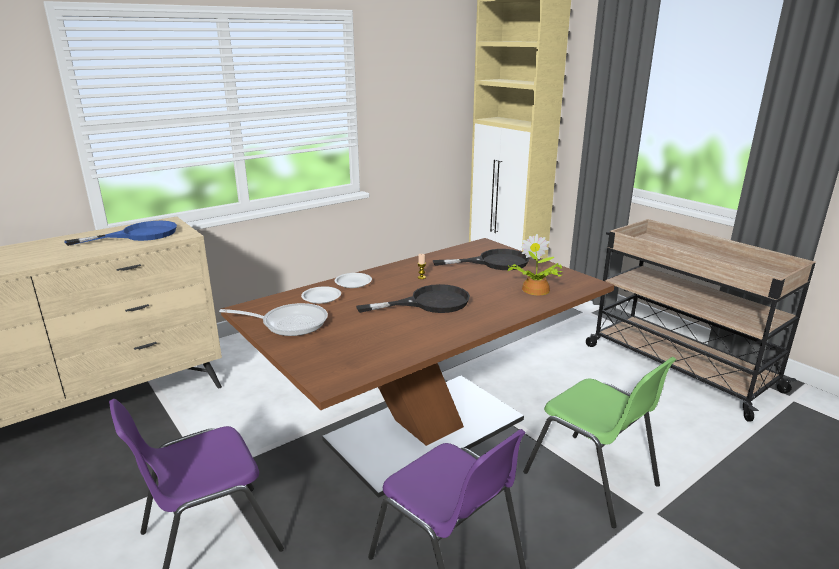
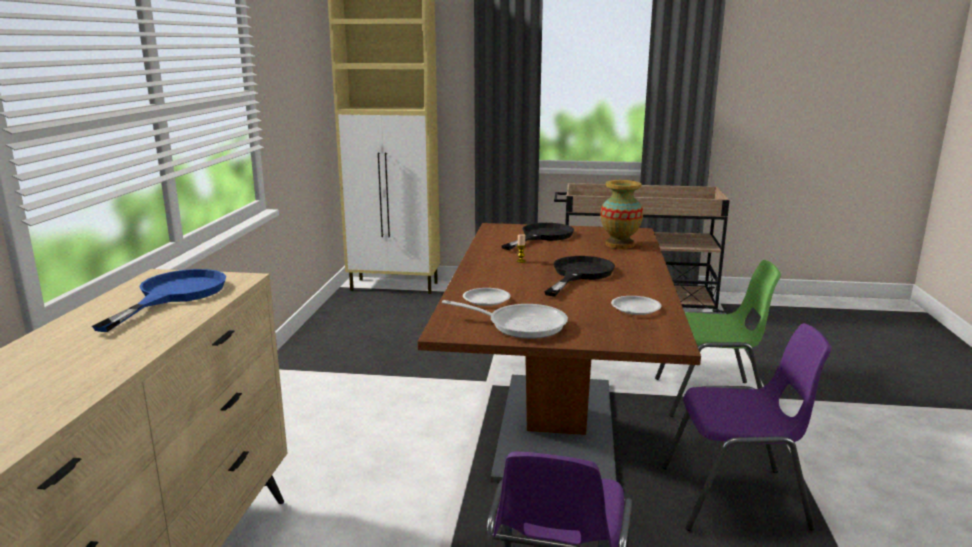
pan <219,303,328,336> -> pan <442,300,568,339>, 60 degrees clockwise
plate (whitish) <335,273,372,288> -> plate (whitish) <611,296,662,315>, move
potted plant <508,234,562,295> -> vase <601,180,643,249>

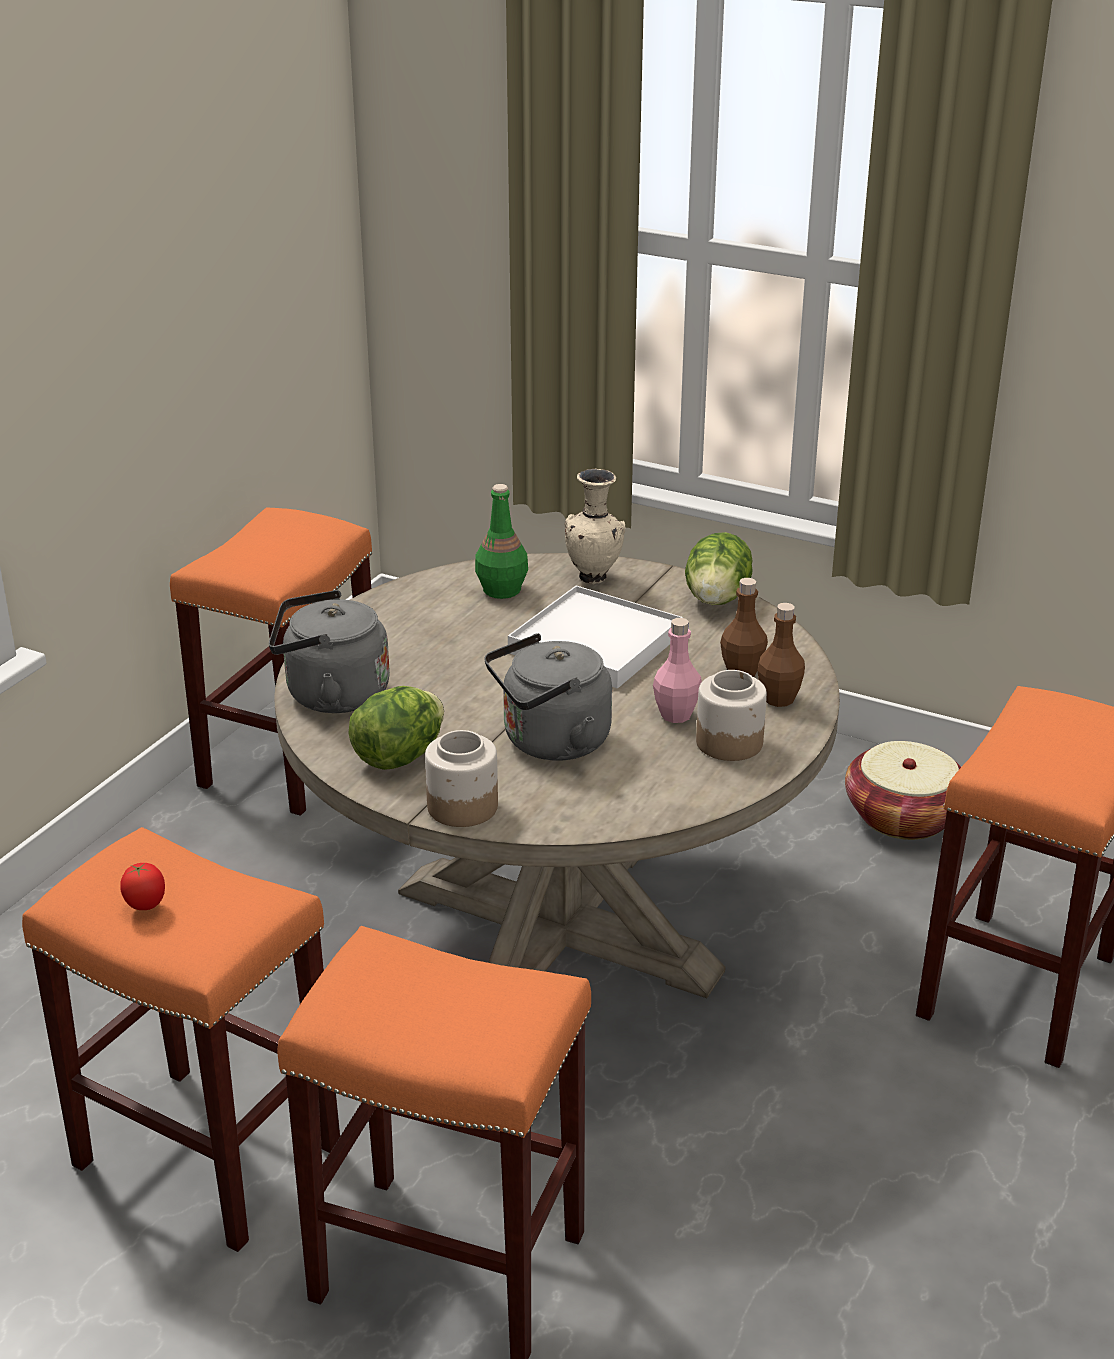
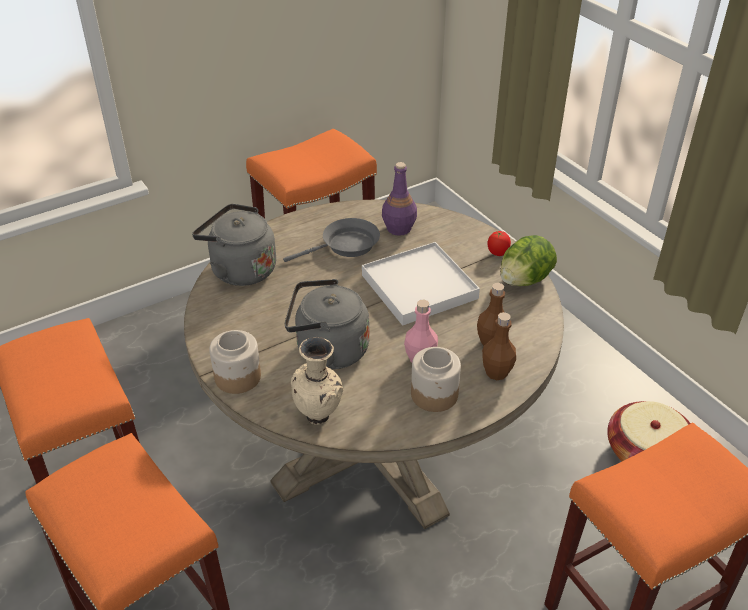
tomato <120,863,165,910> -> tomato <488,231,511,256>, move
lettuce <348,686,444,770> -> none
beverage bottle (green-coloured) <475,484,528,599> -> beverage bottle (purple-coloured) <382,162,417,236>
vase (beige-coloured) <564,469,625,585> -> vase (beige-coloured) <291,337,344,425>, move
none -> pan (greyish) <283,218,380,262>

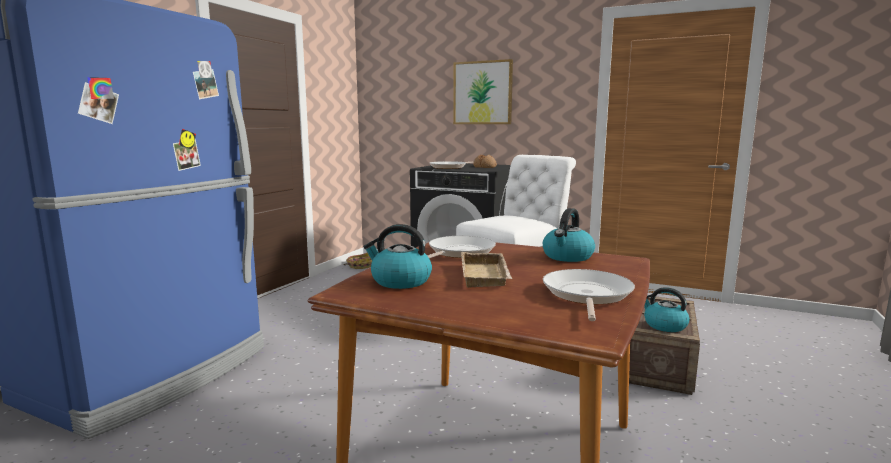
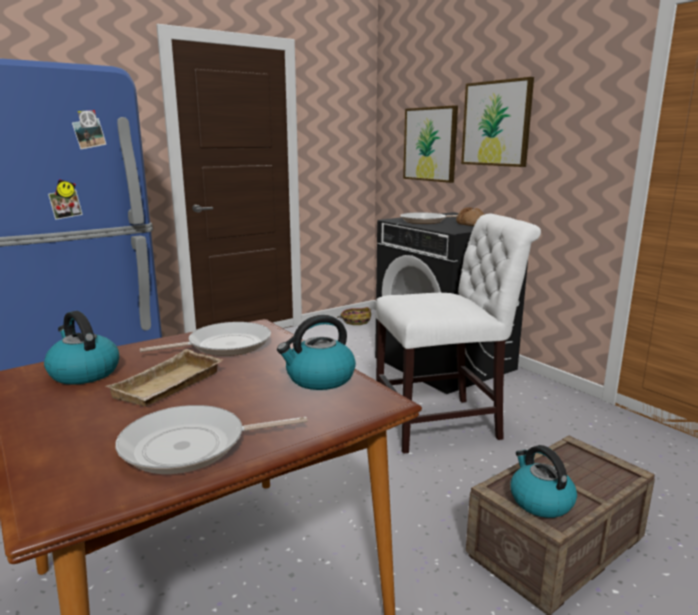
pan <543,269,635,321> -> pan <115,405,307,474>, 150 degrees counterclockwise
none -> picture <403,105,458,183>

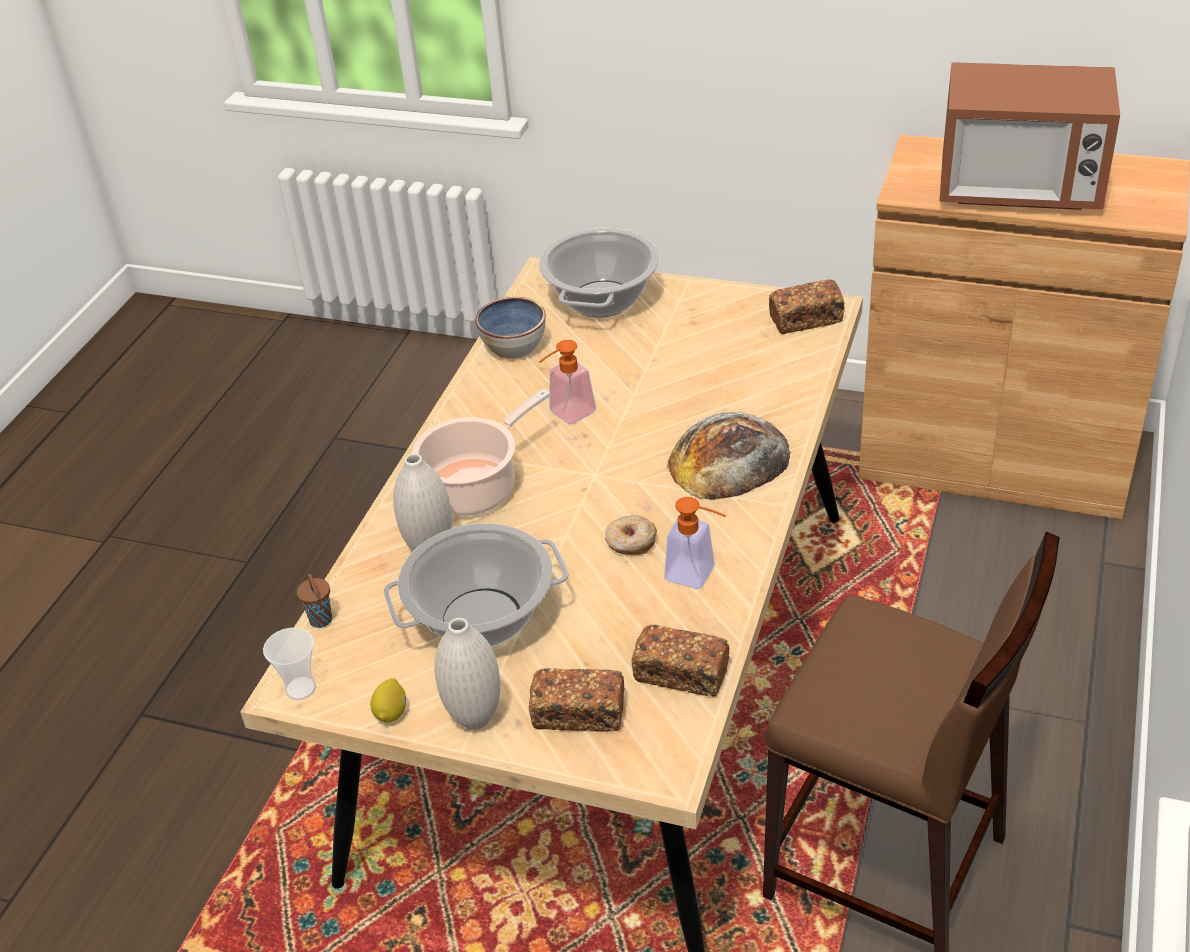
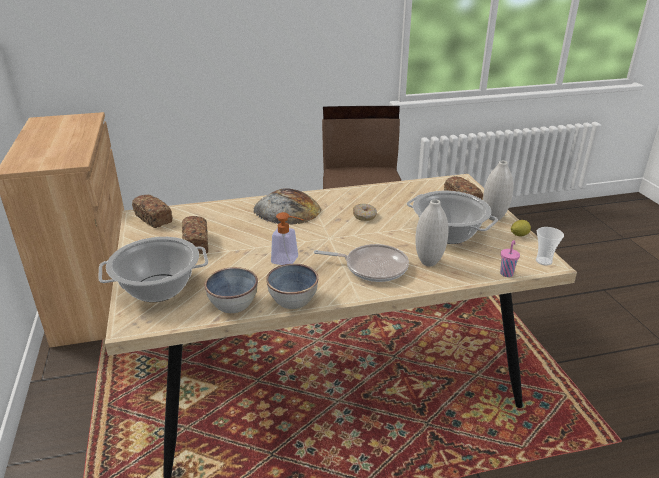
drinking cup (brownish) <296,574,332,628> -> drinking cup (pink-coloured) <500,240,520,277>
cooking pot <412,389,550,516> -> pan <314,244,409,282>
bread <632,625,729,697> -> bread <182,216,208,254>, move
soap dispenser <664,497,726,589> -> none
microwave oven <939,62,1120,210> -> none
none -> deep dish <266,264,319,309>

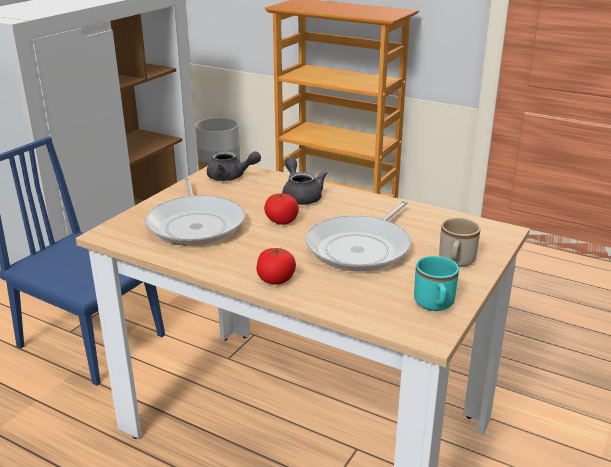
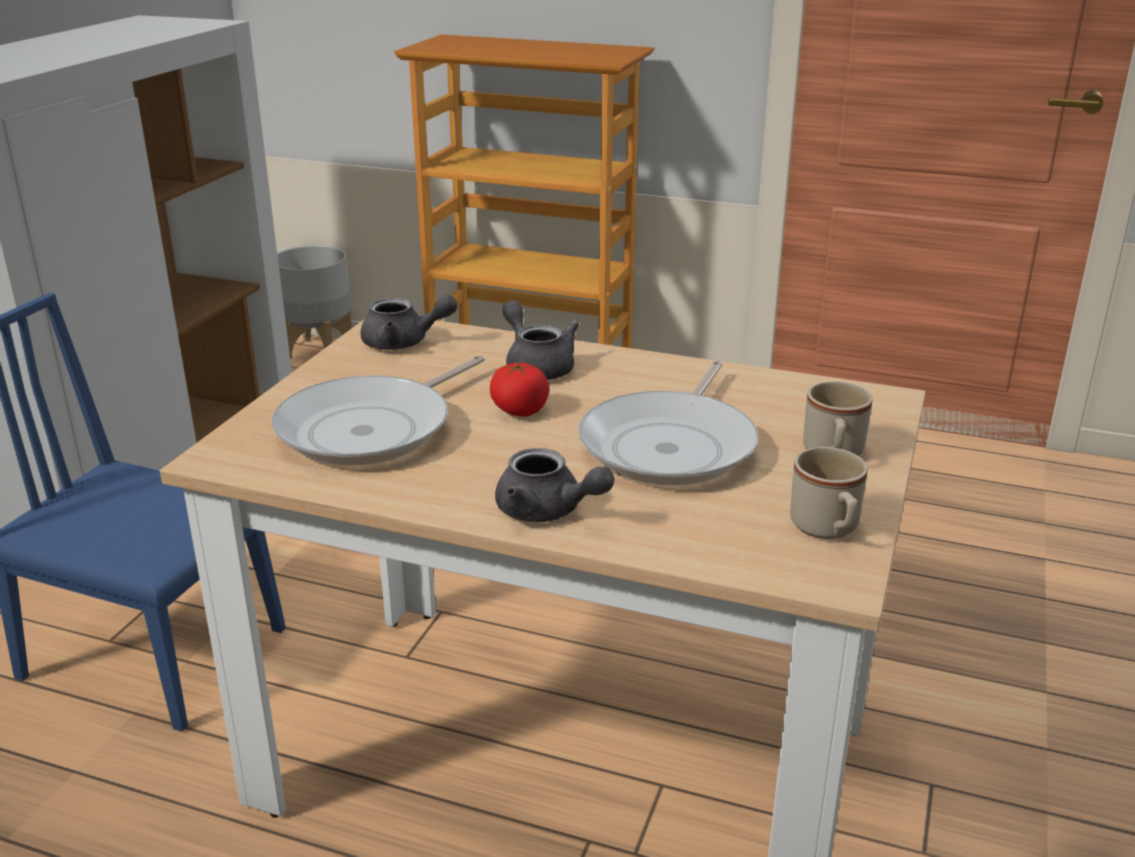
pan <145,178,245,246> -> pan <272,355,485,466>, 60 degrees clockwise
tomato <257,248,296,284> -> teapot (greyish) <495,448,614,522>
mug (turquoise) <414,256,459,311> -> mug (beige-coloured) <790,447,868,539>

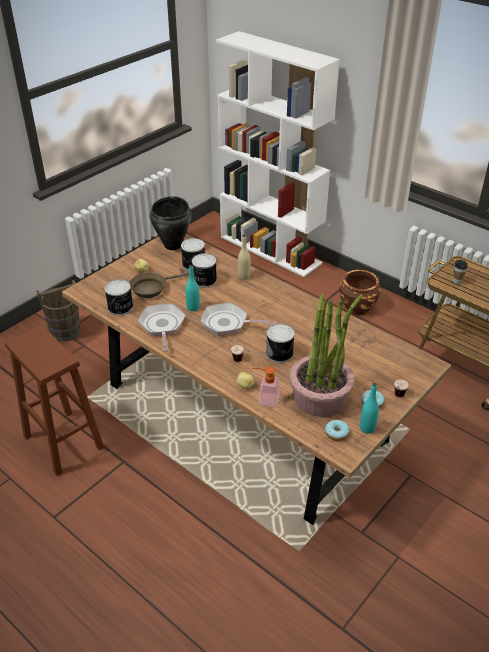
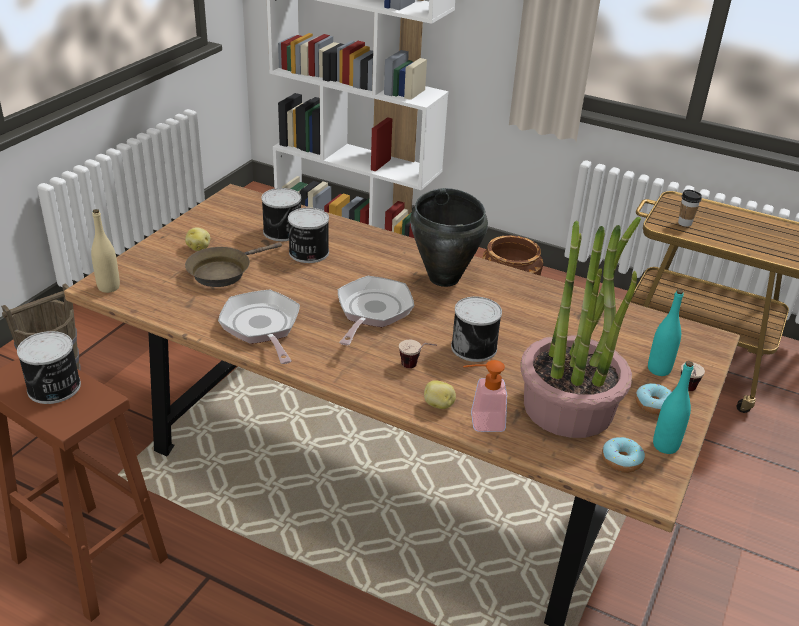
sealed can <105,279,133,315> -> sealed can <17,331,81,404>, move
cooking pot (black) <150,196,192,250> -> cooking pot (black) <410,188,488,287>, move
beverage bottle (turquoise) <185,265,200,311> -> beverage bottle (turquoise) <648,289,683,376>, move
pan <200,303,277,336> -> pan <338,276,414,345>, 105 degrees clockwise
beverage bottle (beige-coloured) <238,235,251,280> -> beverage bottle (beige-coloured) <91,209,120,293>, move

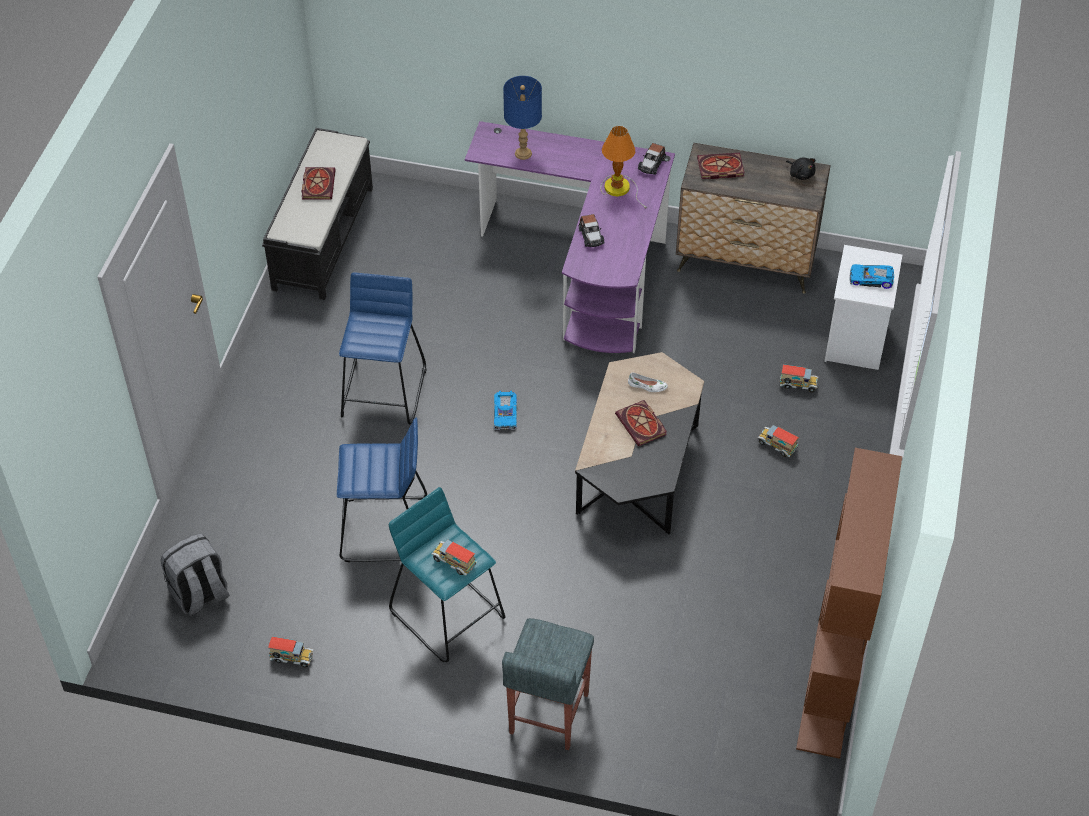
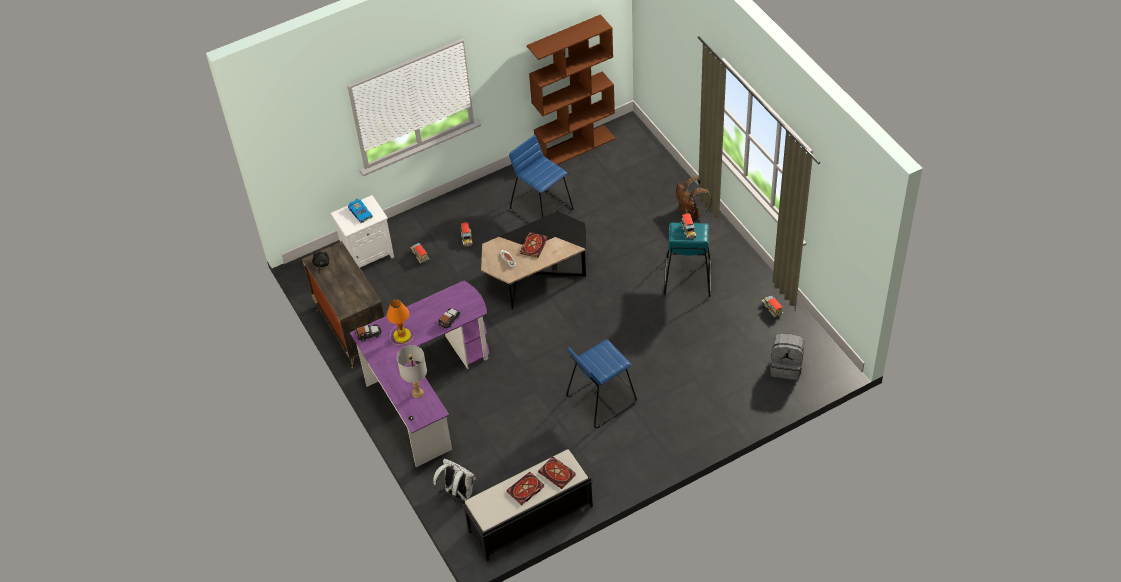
sitting stool (bluish) <337,417,427,562> -> sitting stool (bluish) <509,135,574,224>, move
toy car <494,390,517,431> -> none
sitting stool (greyish) <502,618,594,750> -> rucksack (brownish) <676,177,712,220>
table lamp (bluish) <503,76,542,160> -> table lamp (greyish) <397,345,427,398>
book <697,153,745,179> -> book <538,457,576,489>, move
none -> rucksack (whitish) <433,459,476,503>

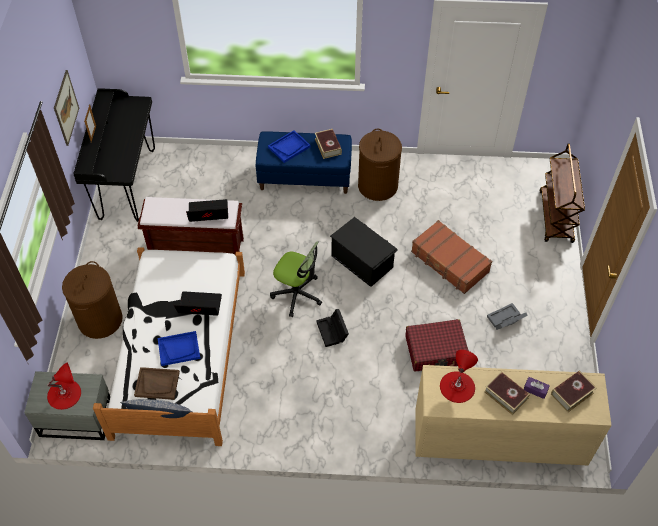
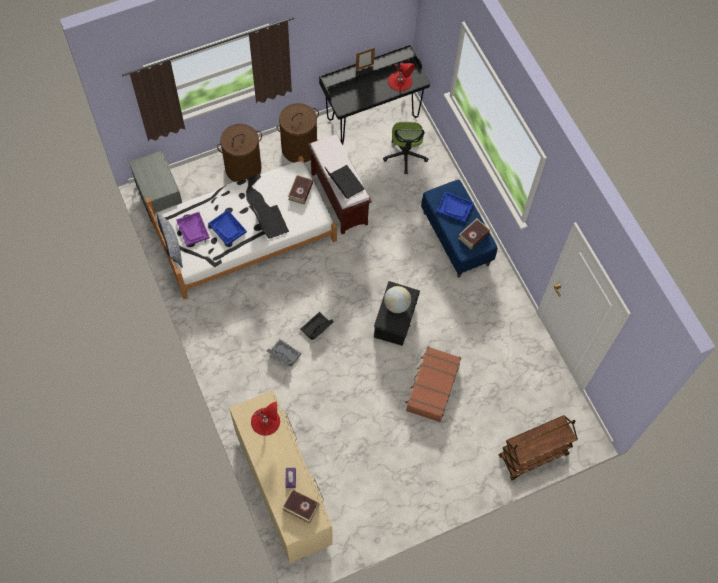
table lamp (red) <47,363,81,410> -> table lamp (red) <388,63,415,91>, move
picture <54,70,79,146> -> none
serving tray (brownish) <134,367,180,400> -> serving tray (purple-coloured) <176,212,210,246>
computer chair <270,241,322,317> -> computer chair <383,122,428,174>, move
washing basket (brownish) <358,128,402,201> -> washing basket (brownish) <277,103,319,163>, move
piece of luggage (red) <405,319,469,372> -> none
book <484,372,530,415> -> book <288,175,313,204>, move
storage box (greyish) <487,303,528,330> -> storage box (greyish) <267,339,301,366>, move
none -> world globe <384,286,411,313>

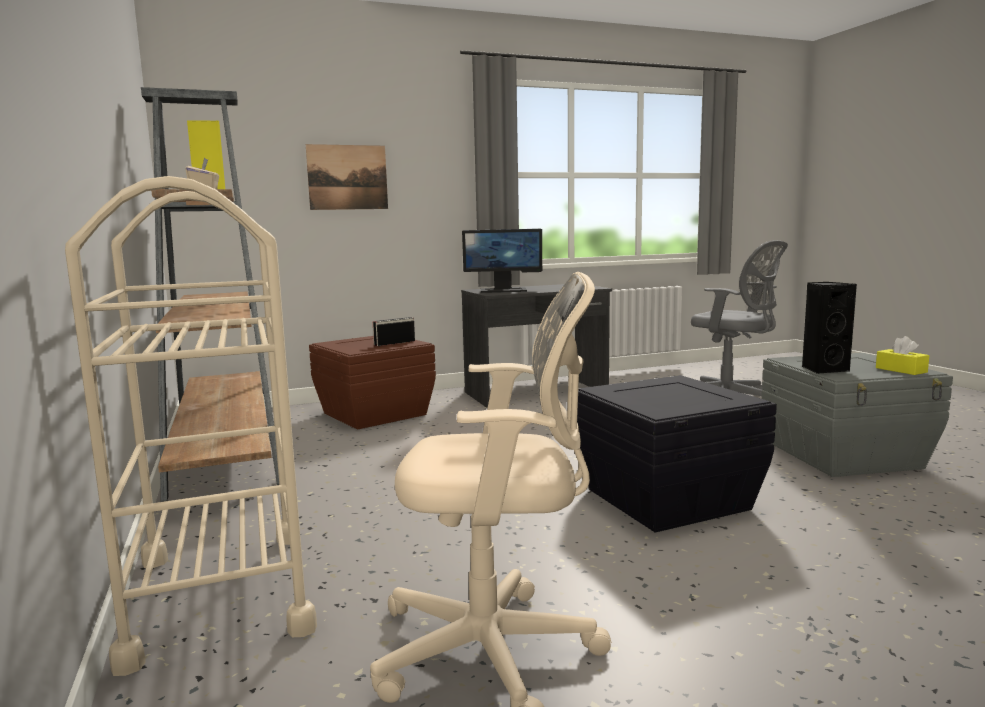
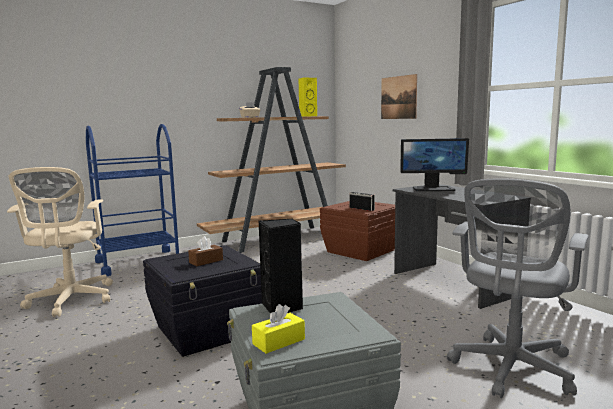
cart (beige-coloured) <65,176,317,676> -> cart (bluish) <86,124,179,276>
monitor <462,229,542,293> -> monitor <400,138,469,191>, 75 degrees counterclockwise
none -> tissue box (brownish) <188,236,223,266>

